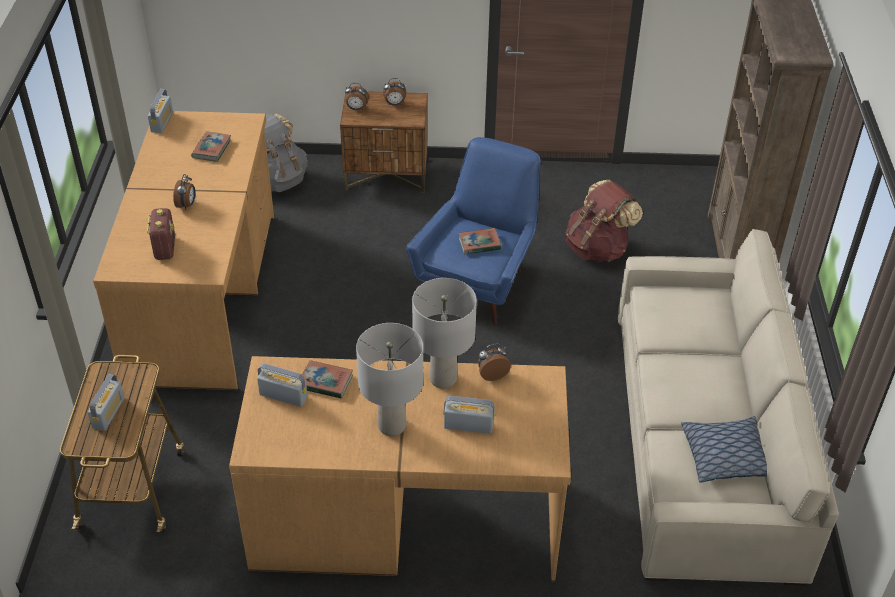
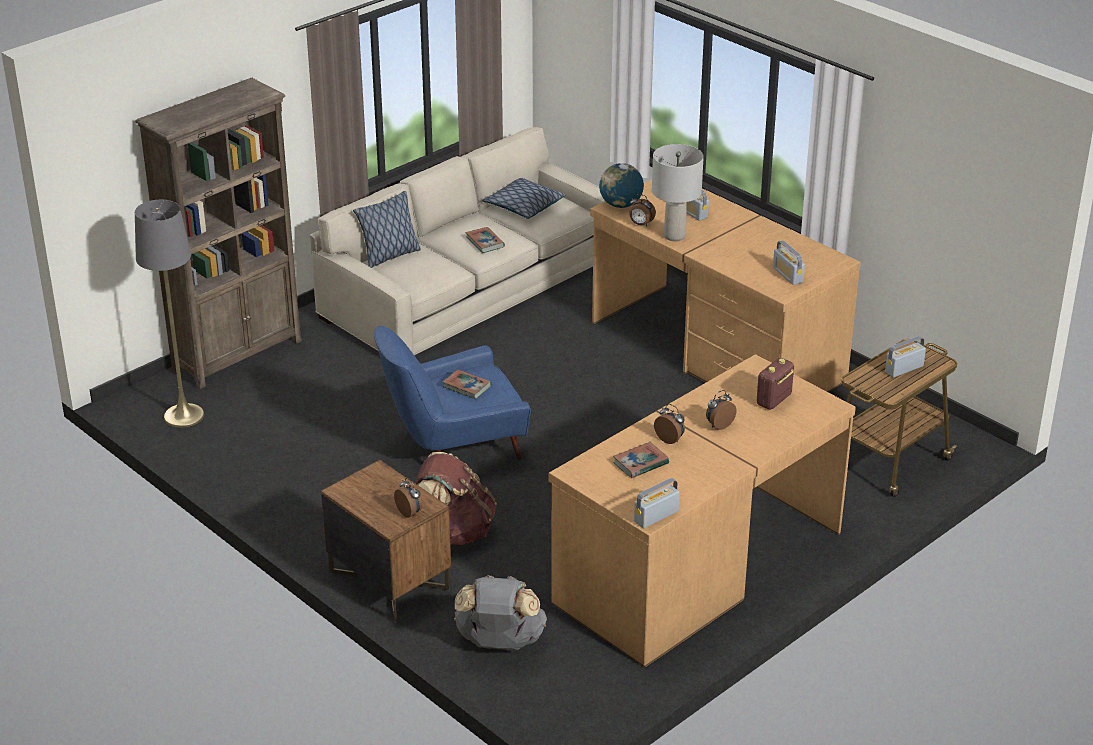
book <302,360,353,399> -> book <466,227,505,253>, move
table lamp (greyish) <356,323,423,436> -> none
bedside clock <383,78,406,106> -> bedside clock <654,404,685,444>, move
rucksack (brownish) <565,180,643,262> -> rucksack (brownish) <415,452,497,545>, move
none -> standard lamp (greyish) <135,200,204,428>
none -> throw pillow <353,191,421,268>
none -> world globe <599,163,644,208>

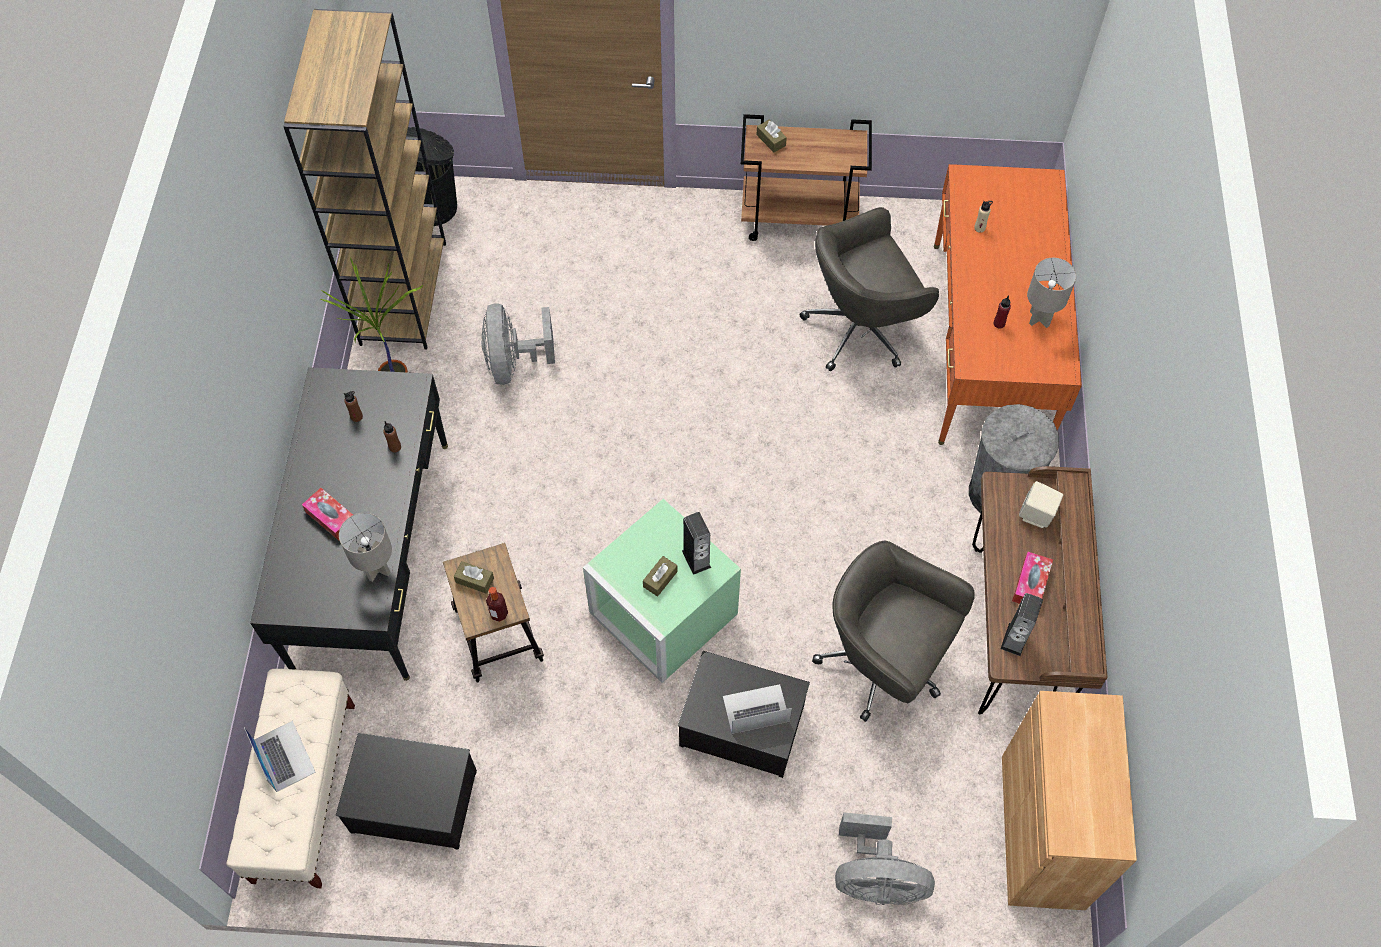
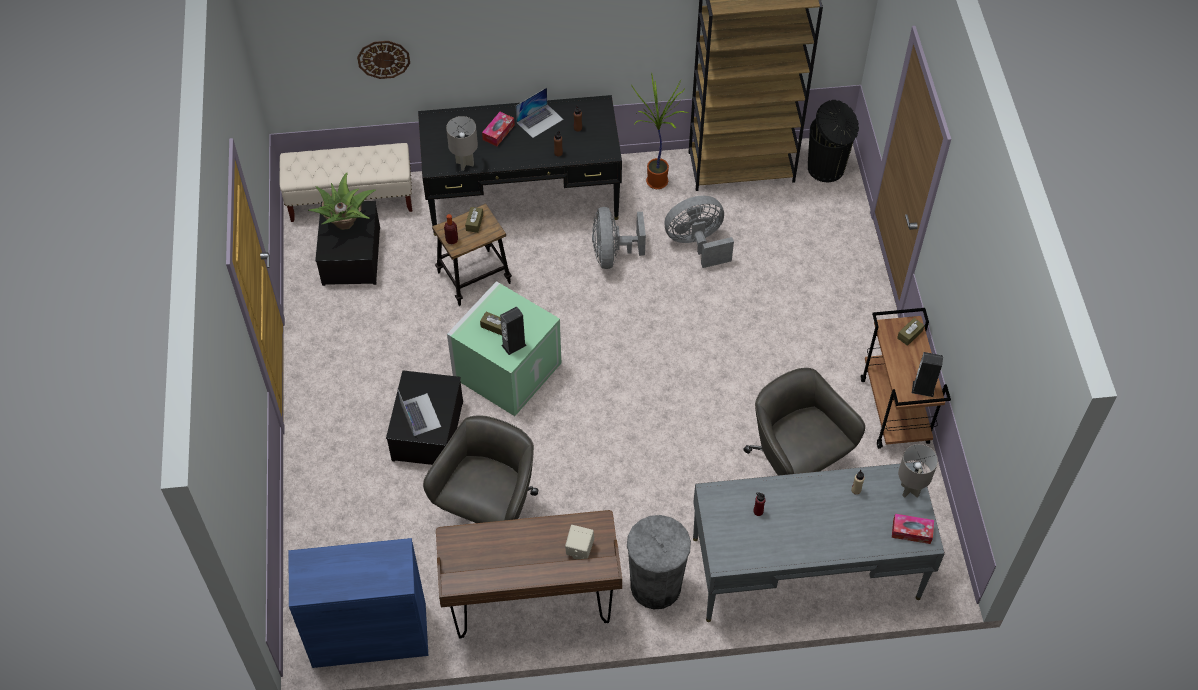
notebook computer <244,721,315,792> -> notebook computer <516,87,564,138>, move
fan (greyish) <835,813,935,905> -> fan (greyish) <592,207,646,269>, move
desk table (orange) <934,164,1082,445> -> desk table (greyish) <693,462,945,622>
audio speaker <1001,593,1043,656> -> audio speaker <912,352,943,397>, move
cabinet (brownish) <1002,691,1137,910> -> cabinet (bluish) <289,538,428,668>
tissue box <1012,552,1053,604> -> tissue box <892,514,934,544>, move
table lamp (greyish) <1027,258,1076,328> -> table lamp (greyish) <898,444,938,498>, move
none -> potted plant <308,172,376,230>
none -> hanging clock <357,41,410,79>

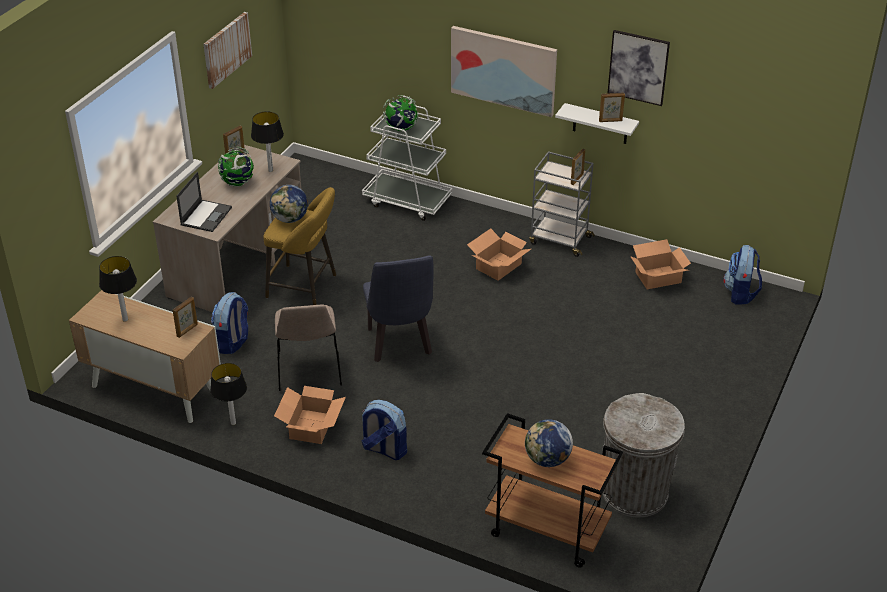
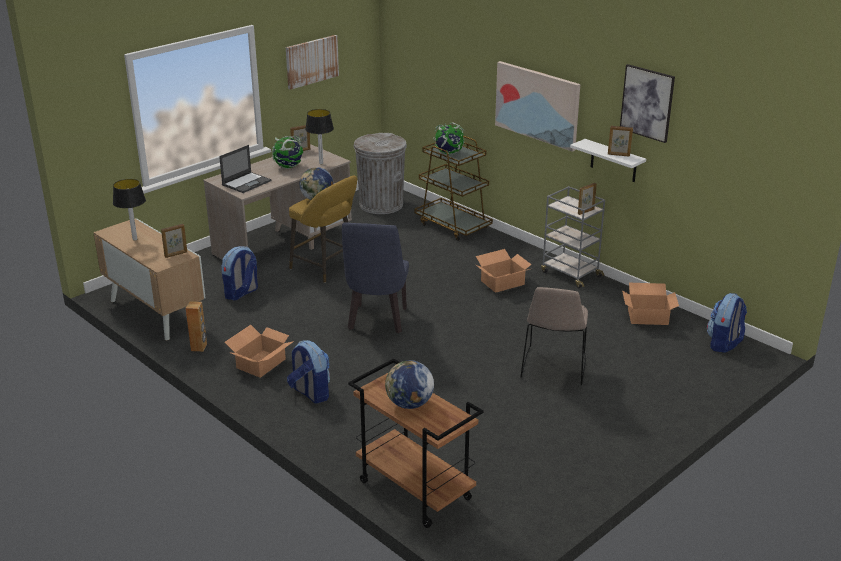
table lamp <210,363,247,425> -> audio speaker (brownish) <185,301,207,352>
plain chair (beige-coloured) <275,304,342,391> -> plain chair (beige-coloured) <520,287,588,385>, move
cart (whitish) <362,106,453,221> -> cart (brownish) <414,136,493,241>
trash can (greyish) <602,393,685,517> -> trash can (greyish) <354,133,407,214>, move

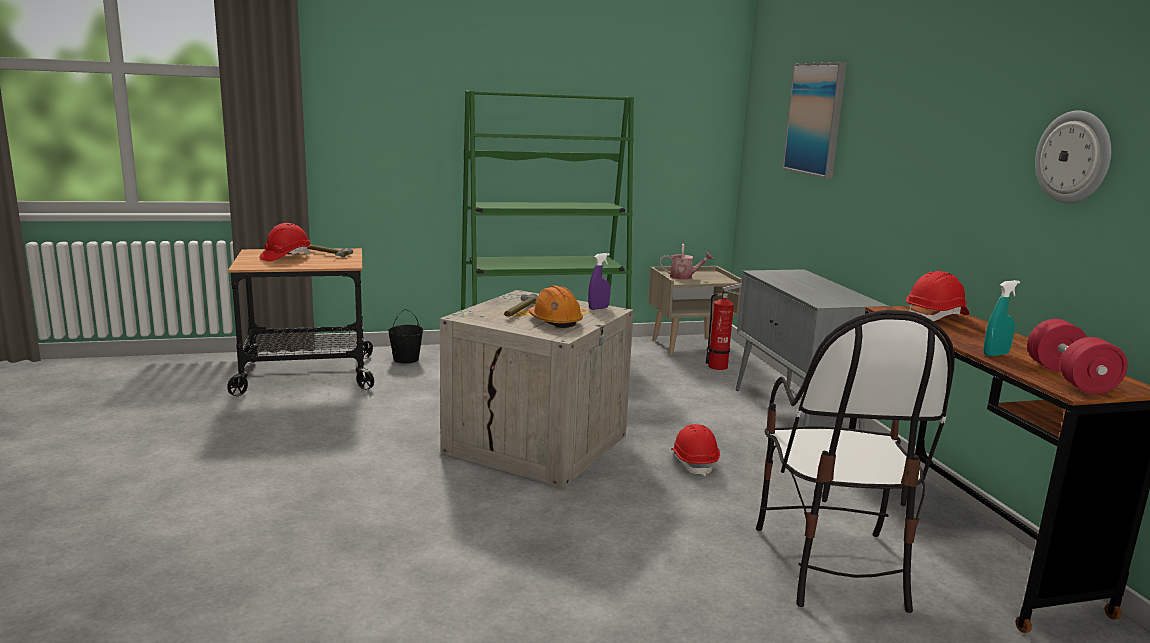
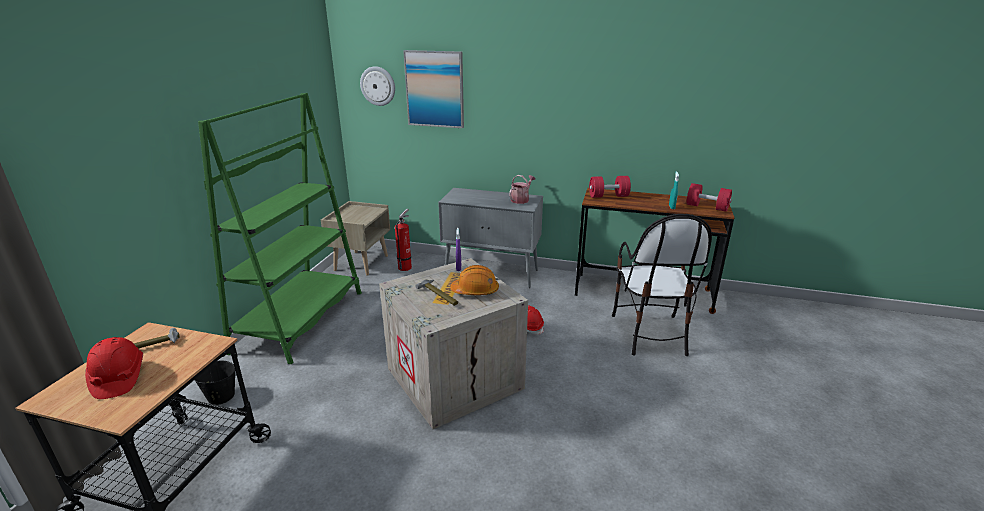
watering can <660,244,713,280> -> watering can <509,175,536,204>, move
plain chair <756,310,955,613> -> plain chair <612,214,712,356>, 60 degrees clockwise
work helmet (red) <906,271,969,321> -> dumbbell (red) <589,176,631,198>
hanging clock <1035,110,1111,203> -> hanging clock <360,66,395,106>, move

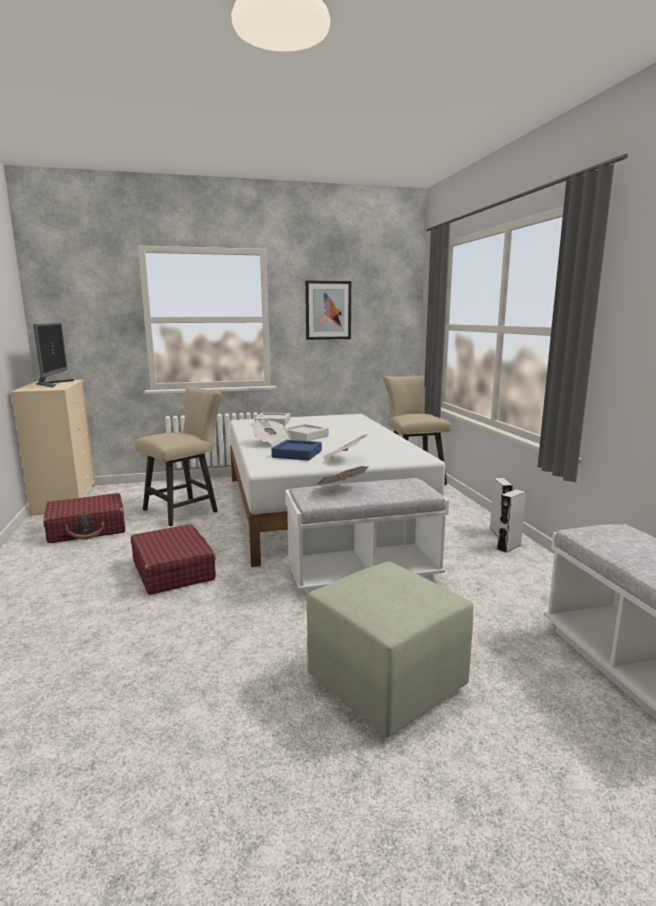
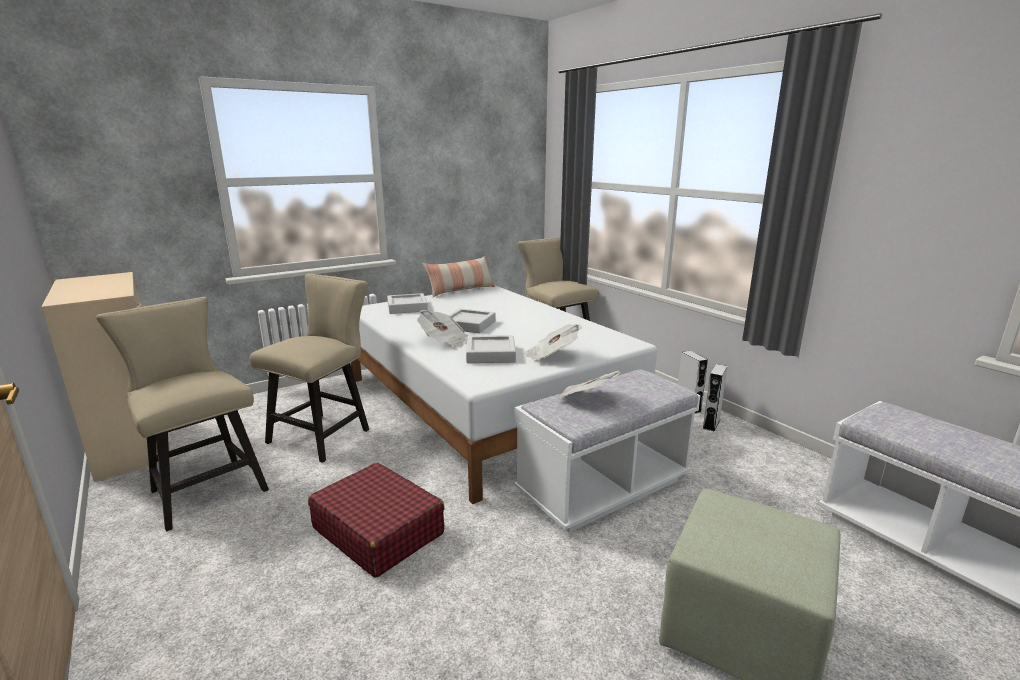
monitor <33,323,74,388> -> none
piece of luggage (red) <43,493,126,543> -> plain chair (beige-coloured) <96,297,269,531>
serving tray (bluish) <272,440,322,461> -> serving tray (greyish) <466,335,516,363>
picture <305,281,351,340> -> none
none -> throw pillow <423,256,495,297>

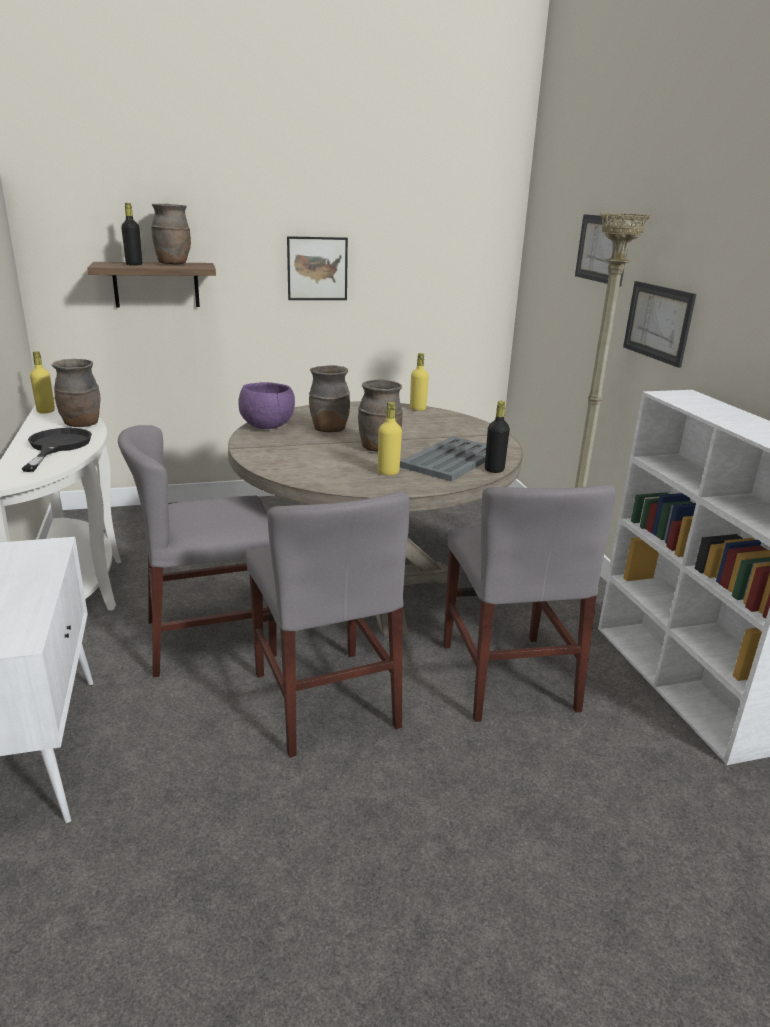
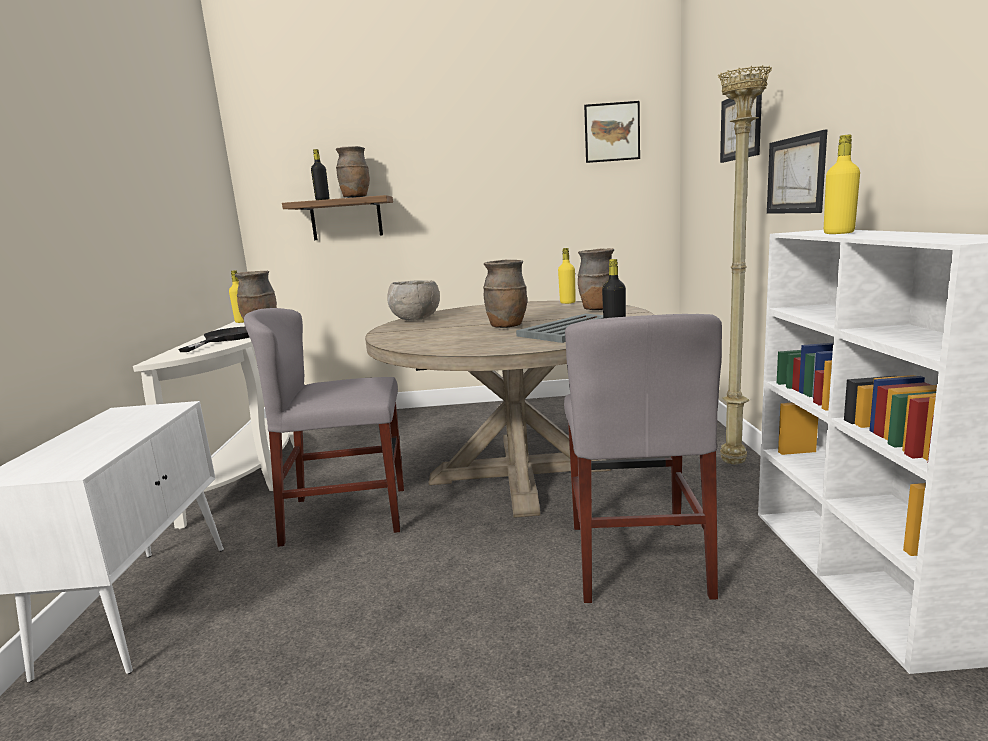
deep dish (purple-coloured) <238,382,295,429> -> deep dish (greyish) <387,280,440,321>
plain chair (greyish) <246,491,409,758> -> none
picture <287,236,348,300> -> picture <584,101,640,163>, move
vase (brownish) <309,365,350,432> -> vase (brownish) <578,248,614,310>, move
beverage bottle (yellowish) <378,402,402,476> -> beverage bottle (yellowish) <824,135,860,234>, move

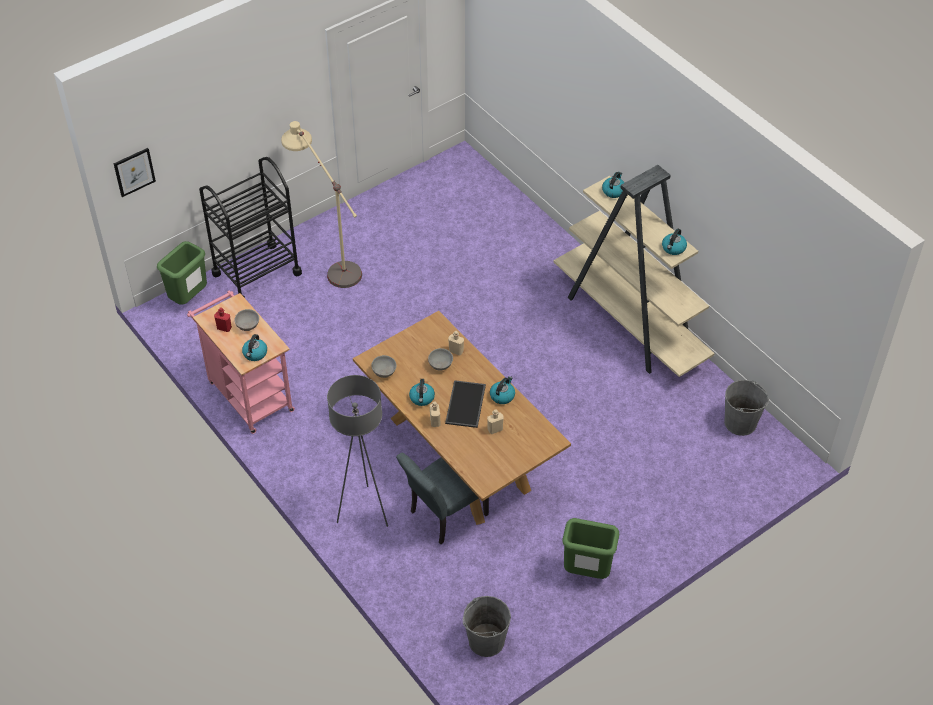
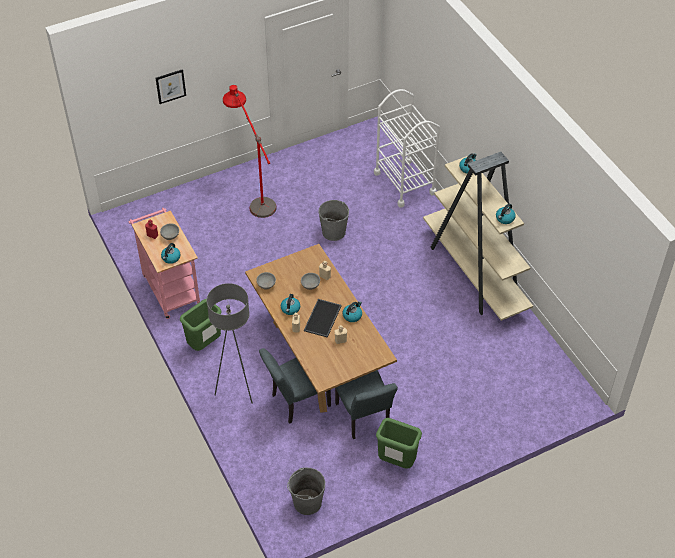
picture <113,148,156,197> -> picture <156,69,186,104>, move
trash can (green-coloured) <157,241,207,304> -> trash can (green-coloured) <180,299,221,351>, move
cart (black) <199,157,302,298> -> none
standard lamp (beige-coloured) <281,121,362,288> -> standard lamp (red) <223,85,277,218>
pail (greyish) <724,380,769,436> -> pail (greyish) <319,200,349,241>, move
none -> plain chair (greyish) <335,370,398,439>
none -> cart (whitish) <374,89,440,208>

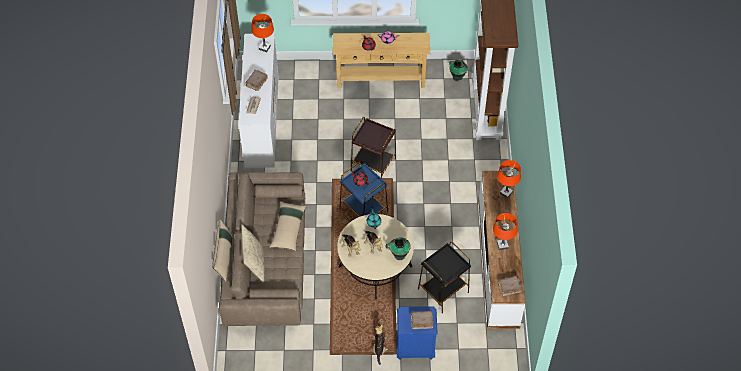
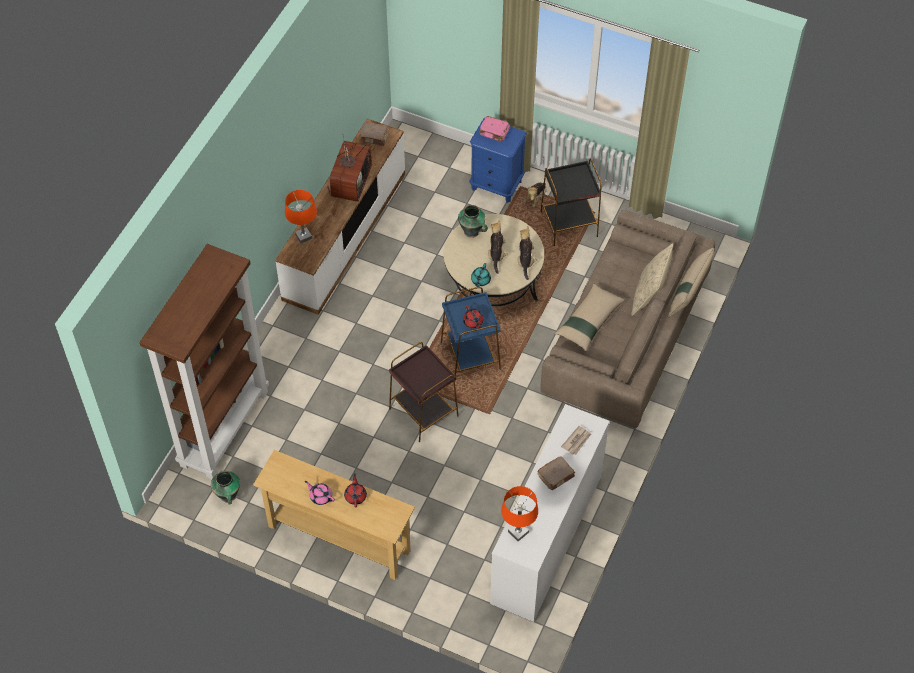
book (brownish) <411,311,433,329> -> book (pink-coloured) <479,116,510,142>
end table (black) <418,242,471,313> -> end table (black) <541,159,602,246>, move
table lamp (orange) <493,213,518,250> -> TV <327,137,372,202>

